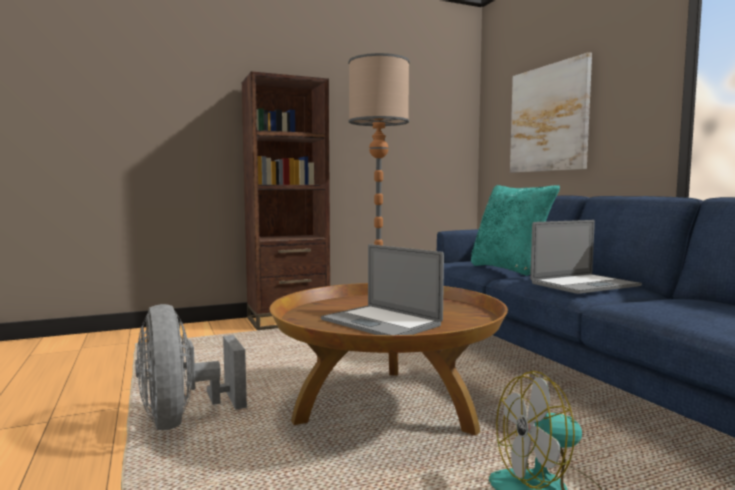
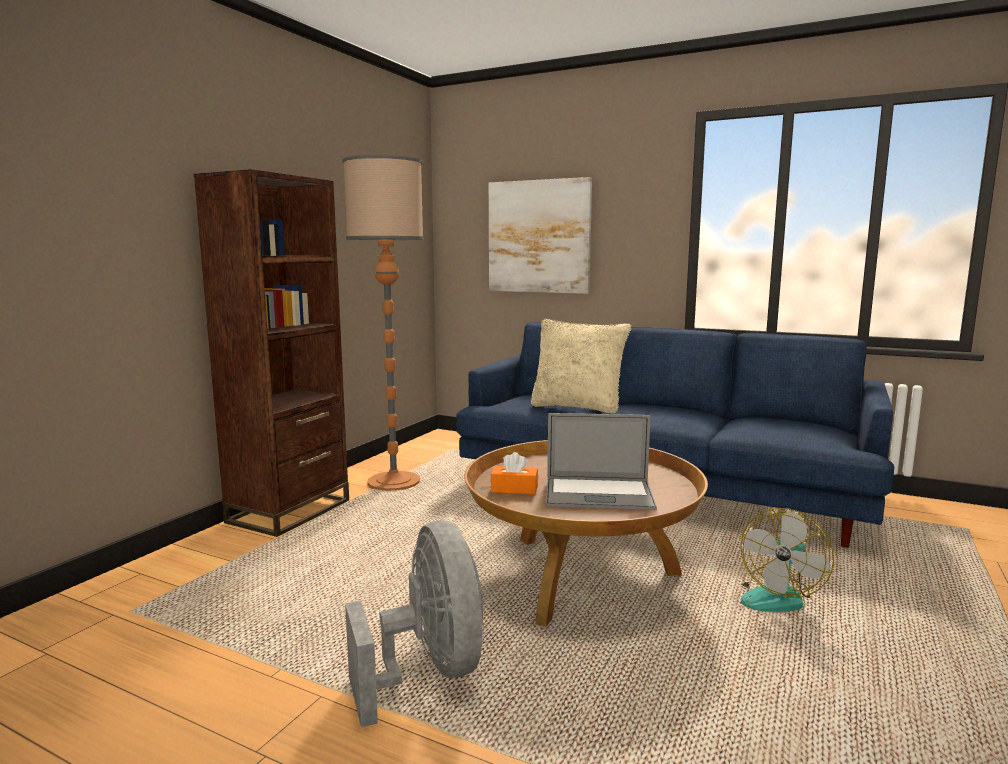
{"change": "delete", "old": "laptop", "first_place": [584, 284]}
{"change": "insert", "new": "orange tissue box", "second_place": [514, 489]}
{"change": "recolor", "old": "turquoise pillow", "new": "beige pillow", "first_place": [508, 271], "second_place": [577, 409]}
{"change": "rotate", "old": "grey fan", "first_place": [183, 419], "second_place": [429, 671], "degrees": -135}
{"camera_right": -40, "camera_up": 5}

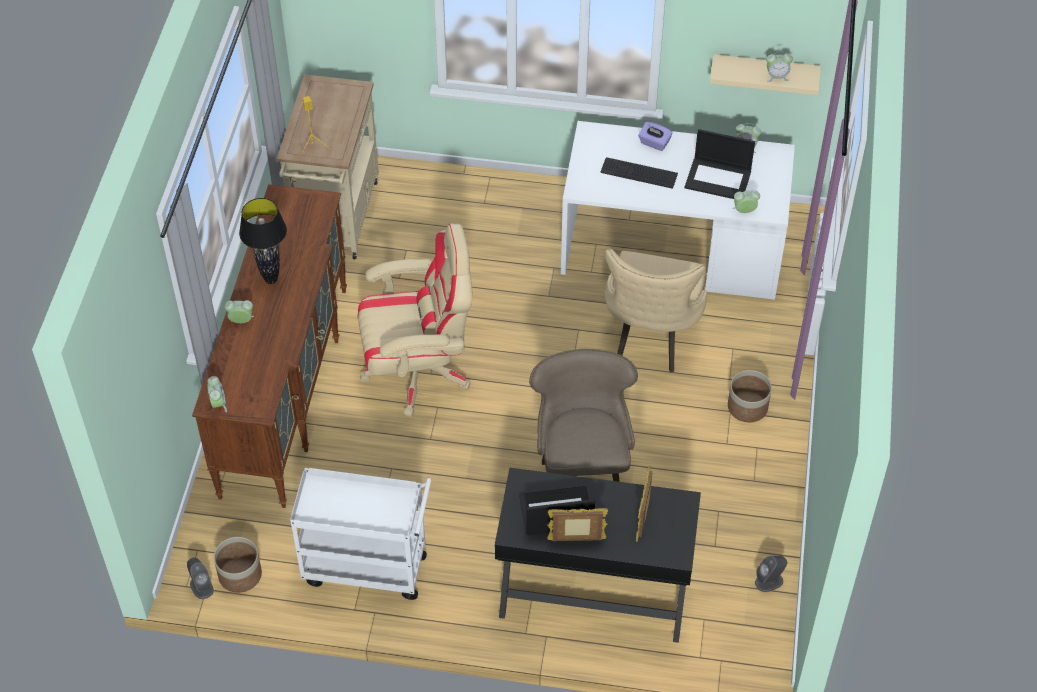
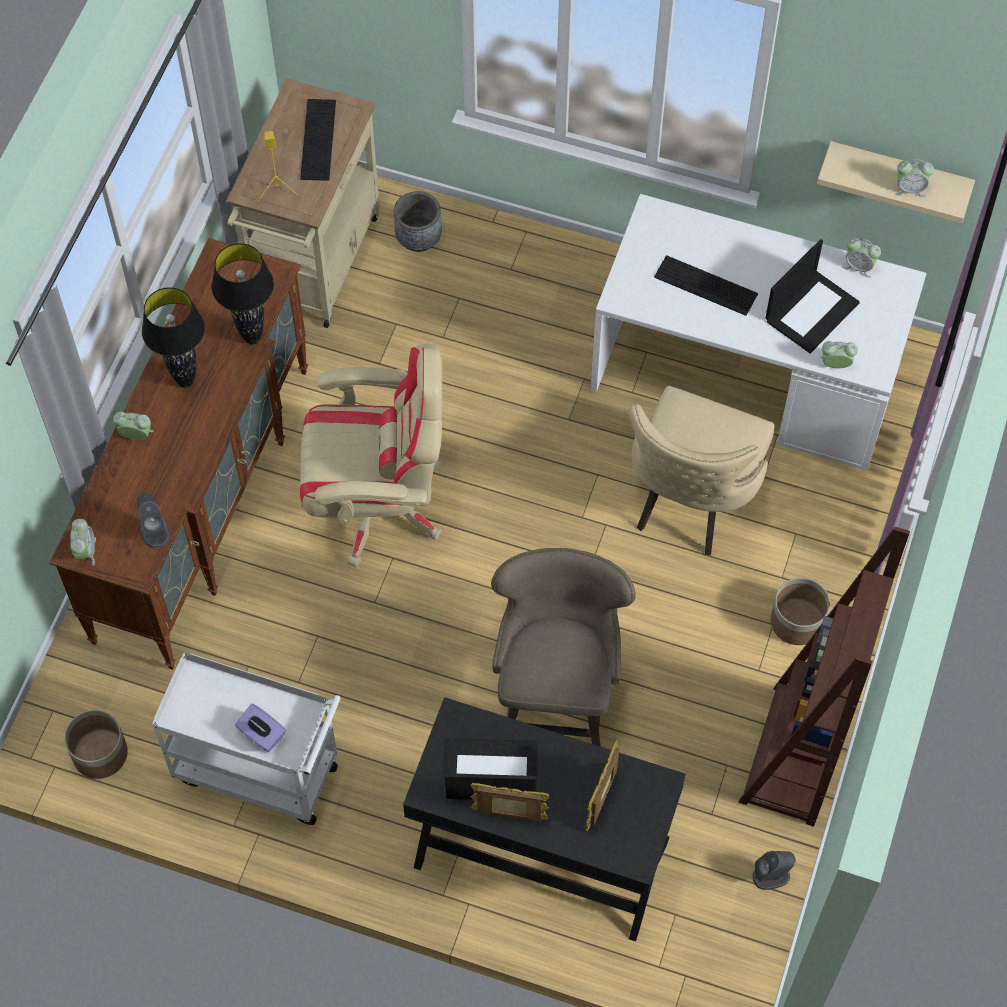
{"change": "insert", "new": "black table lamp", "second_place": [252, 337]}
{"change": "insert", "new": "keyboard", "second_place": [318, 139]}
{"change": "insert", "new": "grey planter", "second_place": [419, 238]}
{"change": "insert", "new": "brown bookcase", "second_place": [794, 755]}
{"change": "move", "old": "grey speaker", "first_place": [201, 586], "second_place": [154, 530]}
{"change": "move", "old": "purple tissue box", "first_place": [654, 143], "second_place": [261, 735]}
{"change": "rotate", "old": "laptop", "first_place": [719, 179], "second_place": [811, 310], "degrees": -75}
{"camera_right": 10, "camera_up": 10}

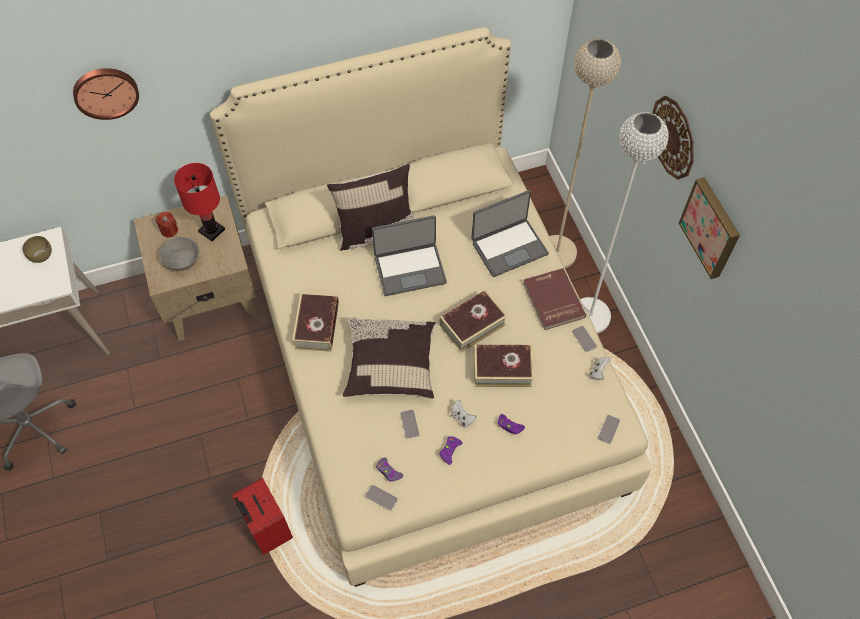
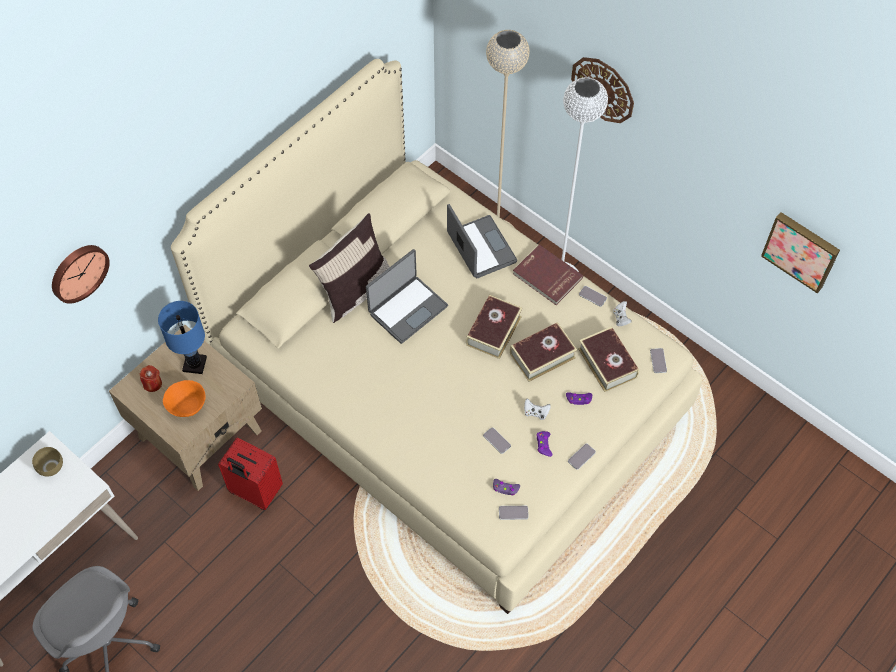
{"change": "delete", "old": "pillow", "first_place": [390, 364]}
{"change": "insert", "new": "phone", "second_place": [581, 457]}
{"change": "move", "old": "red suitcase", "first_place": [267, 530], "second_place": [255, 492]}
{"change": "move", "old": "book", "first_place": [317, 326], "second_place": [607, 363]}
{"change": "move", "old": "picture", "first_place": [711, 227], "second_place": [801, 250]}
{"change": "recolor", "old": "grey bowl", "new": "orange bowl", "first_place": [183, 261], "second_place": [187, 405]}
{"change": "recolor", "old": "red table lamp", "new": "blue table lamp", "first_place": [211, 230], "second_place": [194, 364]}
{"change": "rotate", "old": "laptop", "first_place": [509, 247], "second_place": [480, 248], "degrees": -60}
{"camera_right": -30, "camera_up": 0}

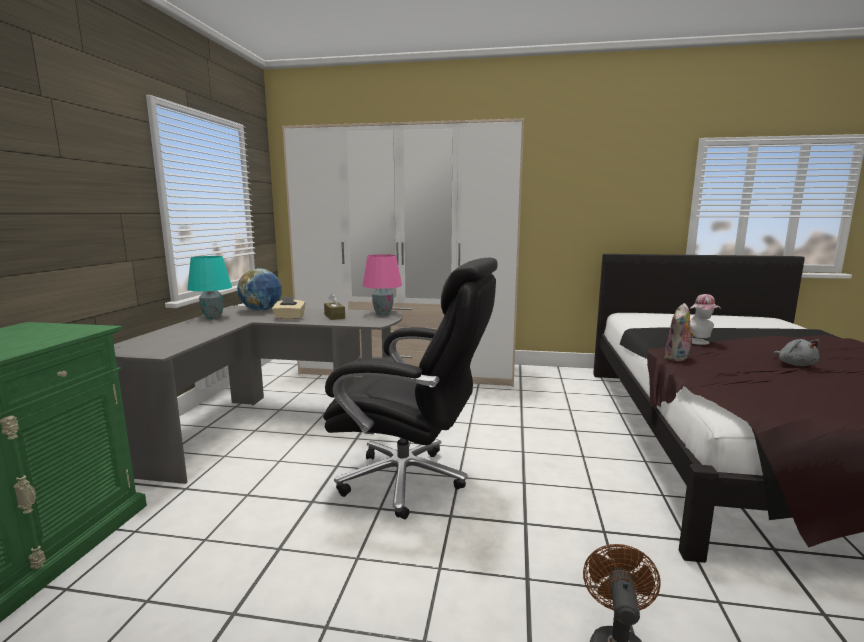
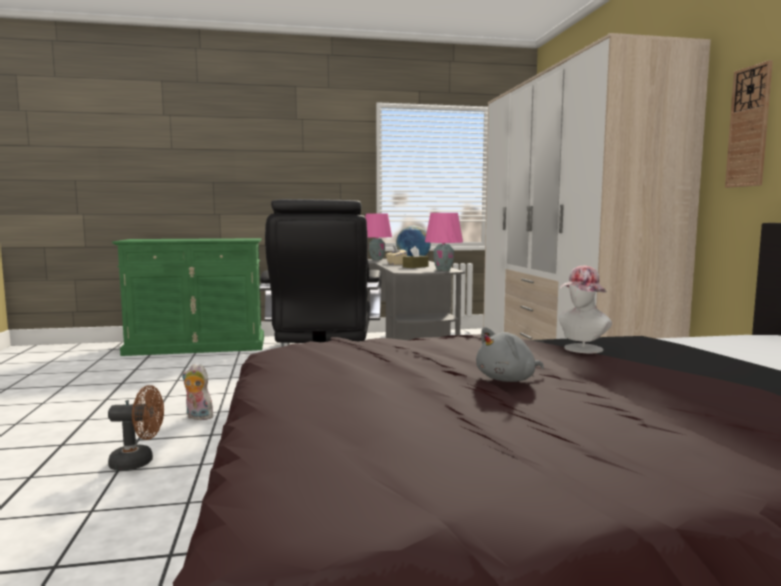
{"change": "insert", "new": "wall clock", "second_place": [749, 127]}
{"change": "move", "old": "plush toy", "first_place": [678, 358], "second_place": [197, 417]}
{"change": "recolor", "old": "turquoise table lamp", "new": "pink table lamp", "first_place": [212, 317], "second_place": [376, 259]}
{"camera_right": 70, "camera_up": -5}

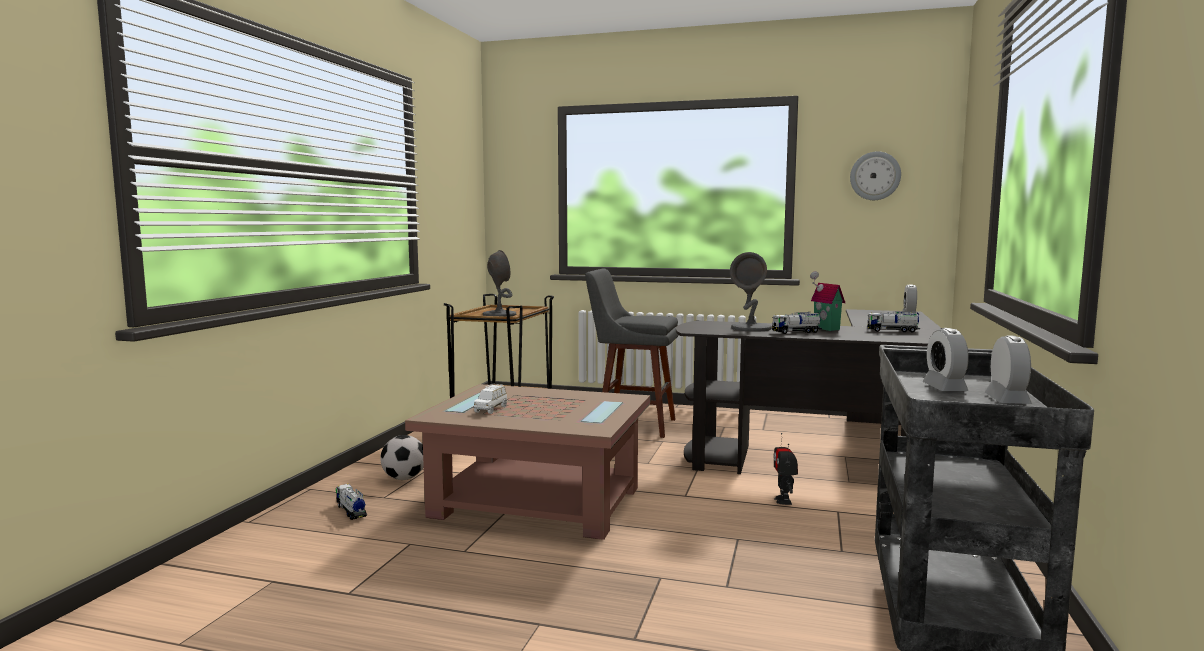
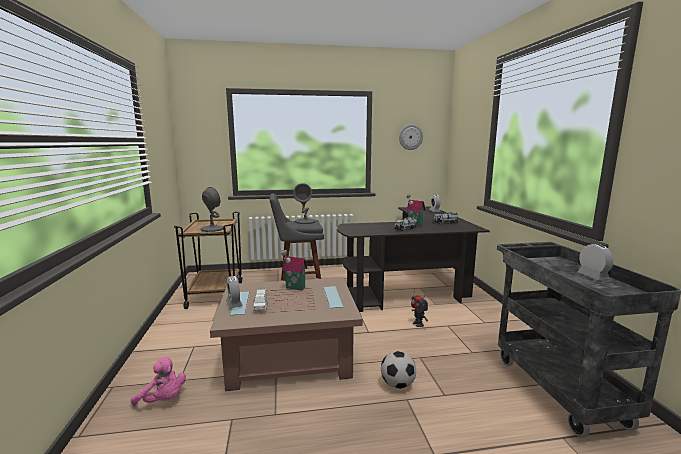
{"change": "insert", "new": "toy house", "second_place": [294, 288]}
{"change": "move", "old": "football", "first_place": [404, 478], "second_place": [397, 384]}
{"change": "move", "old": "grey table lamp", "first_place": [751, 328], "second_place": [305, 221]}
{"change": "move", "old": "alarm clock", "first_place": [944, 388], "second_place": [234, 304]}
{"change": "replace", "old": "toy truck", "new": "pink plush toy", "first_place": [351, 511], "second_place": [163, 400]}
{"camera_right": -25, "camera_up": 5}

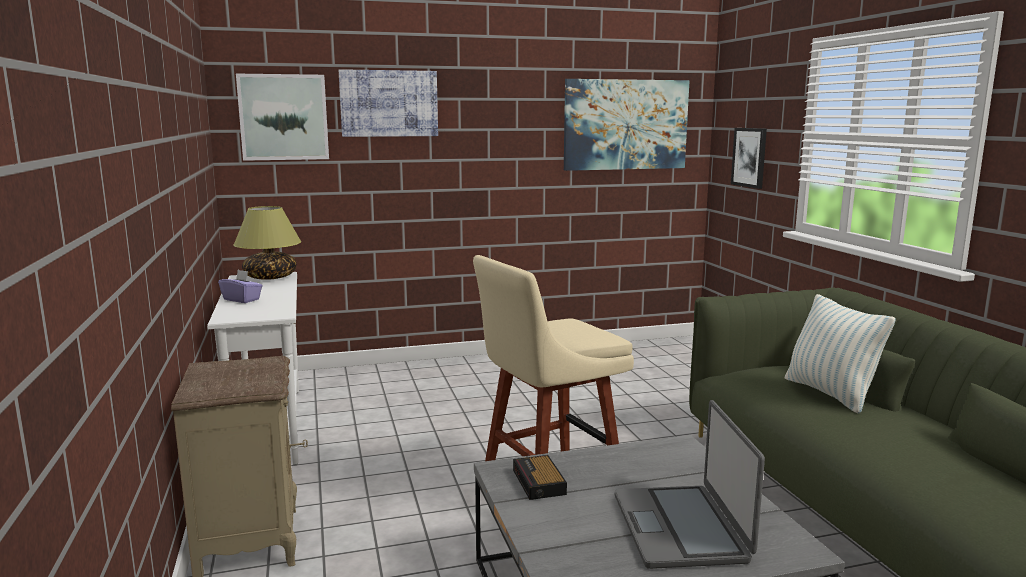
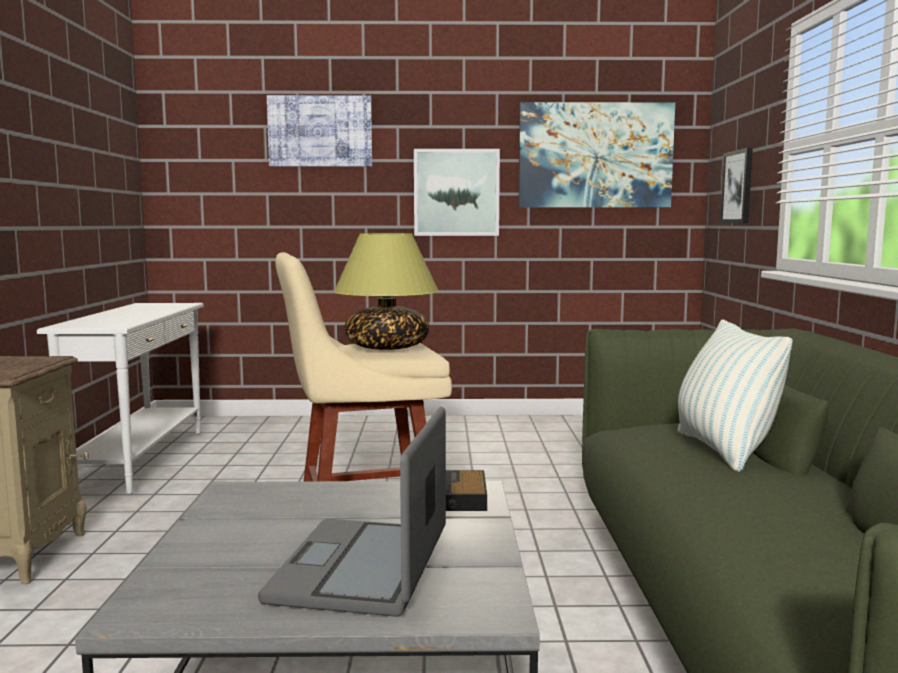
{"change": "delete", "old": "purple tissue box", "first_place": [242, 299]}
{"change": "move", "old": "table lamp", "first_place": [270, 277], "second_place": [386, 347]}
{"change": "move", "old": "picture", "first_place": [283, 117], "second_place": [456, 192]}
{"change": "move", "old": "alarm clock", "first_place": [539, 483], "second_place": [462, 498]}
{"camera_right": 15, "camera_up": -5}

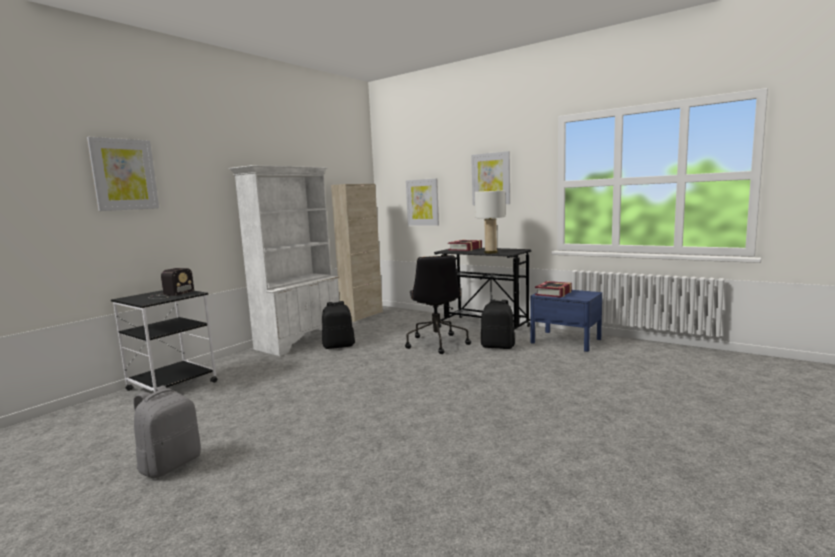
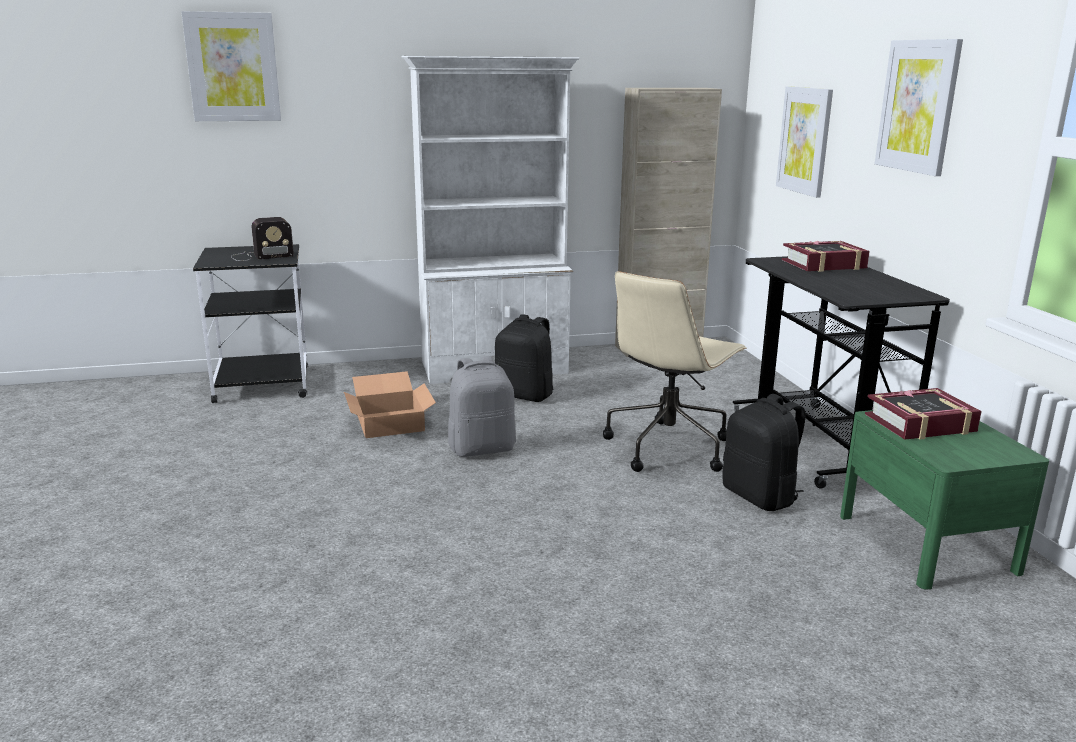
{"change": "delete", "old": "white table lamp", "first_place": [490, 252]}
{"change": "insert", "new": "cardboard box", "second_place": [389, 422]}
{"change": "move", "old": "grey backpack", "first_place": [170, 464], "second_place": [482, 448]}
{"change": "recolor", "old": "black office chair", "new": "beige office chair", "first_place": [436, 343], "second_place": [668, 447]}
{"change": "recolor", "old": "blue nightstand", "new": "green nightstand", "first_place": [565, 341], "second_place": [926, 543]}
{"camera_right": 40, "camera_up": 10}

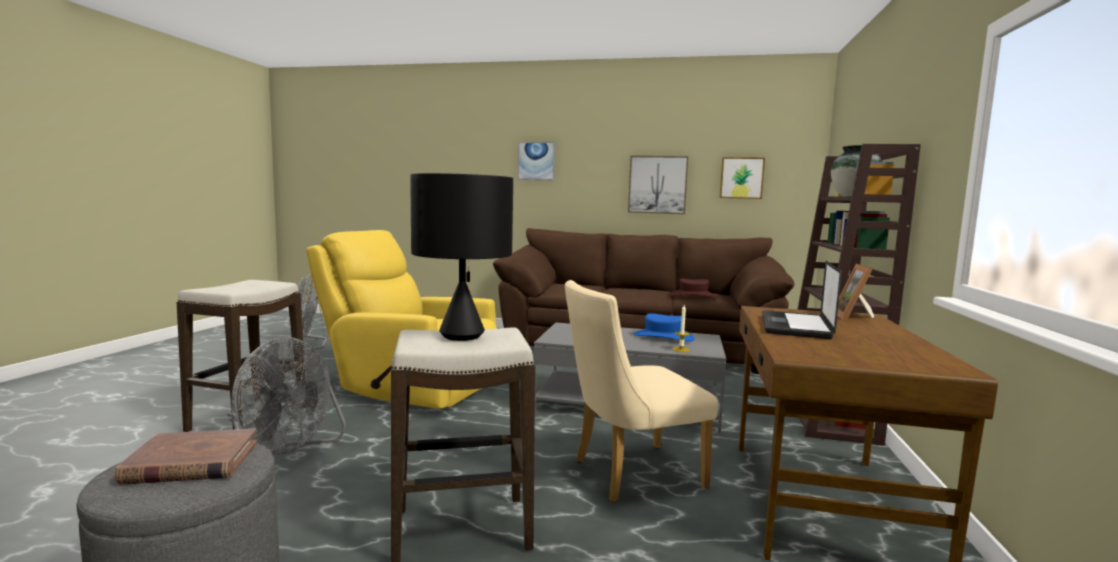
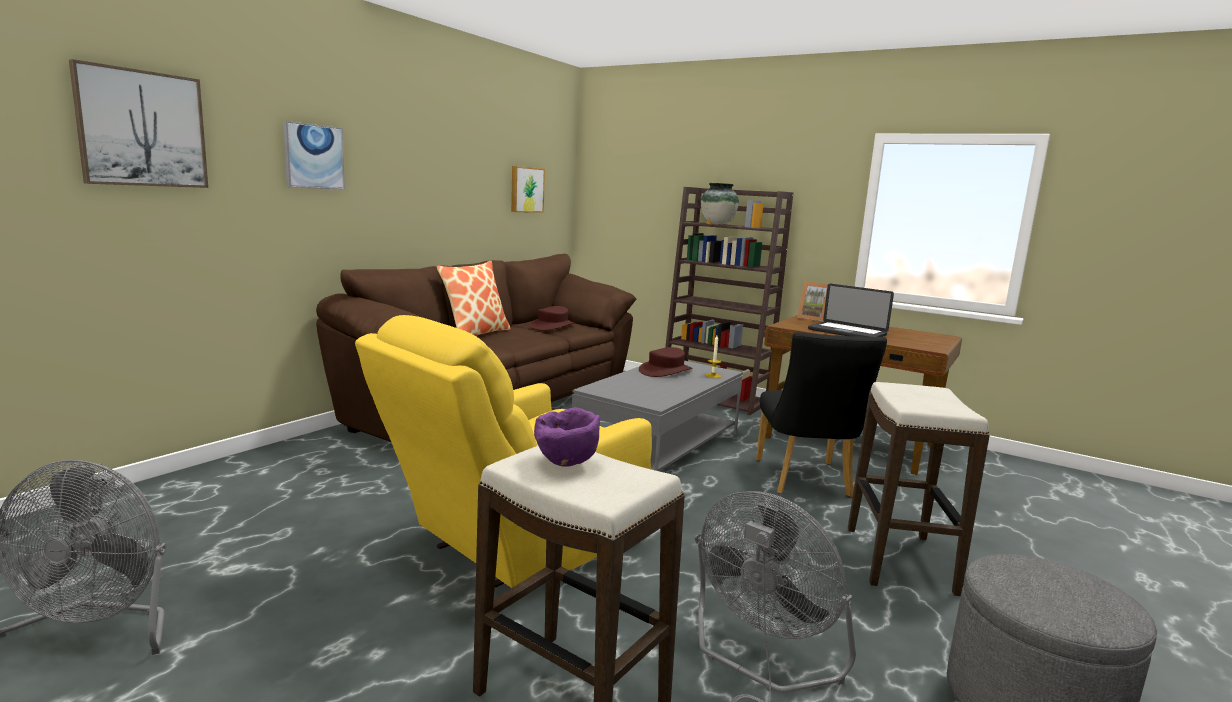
{"change": "delete", "old": "brown book", "first_place": [191, 462]}
{"change": "delete", "old": "black table lamp", "first_place": [461, 336]}
{"change": "insert", "new": "pillow", "second_place": [475, 334]}
{"change": "insert", "new": "purple bowl", "second_place": [566, 464]}
{"change": "move", "old": "picture", "first_place": [657, 185], "second_place": [142, 129]}
{"change": "recolor", "old": "beige chair", "new": "black chair", "first_place": [629, 474], "second_place": [805, 481]}
{"change": "recolor", "old": "blue hat", "new": "brown hat", "first_place": [663, 337], "second_place": [665, 371]}
{"camera_right": -70, "camera_up": 5}

